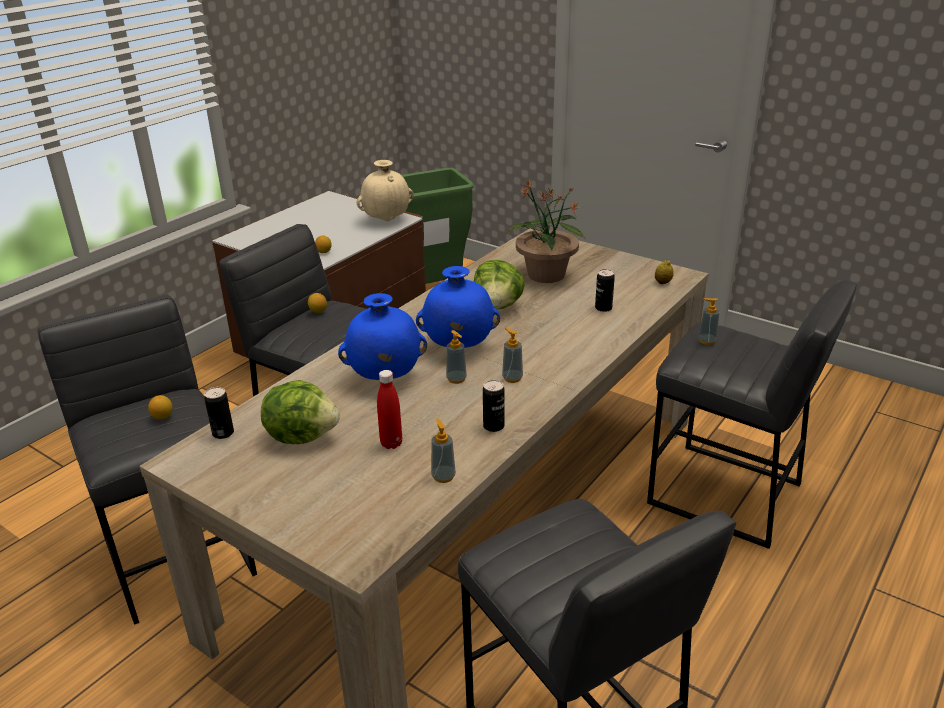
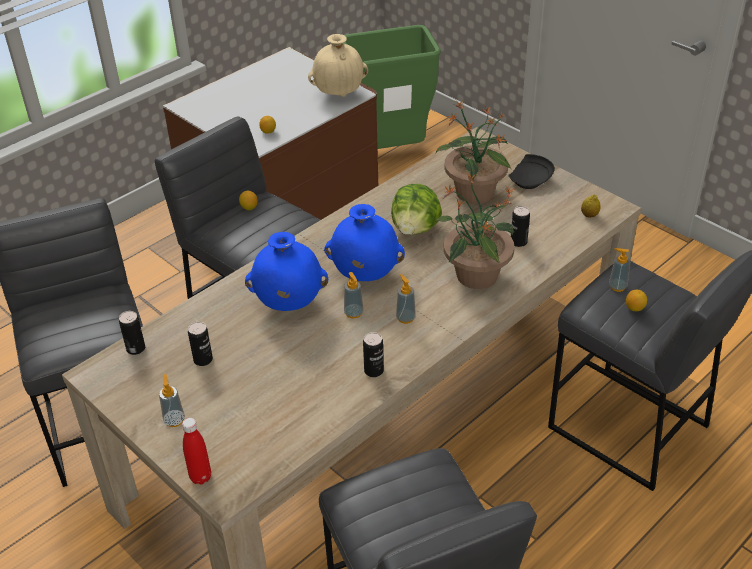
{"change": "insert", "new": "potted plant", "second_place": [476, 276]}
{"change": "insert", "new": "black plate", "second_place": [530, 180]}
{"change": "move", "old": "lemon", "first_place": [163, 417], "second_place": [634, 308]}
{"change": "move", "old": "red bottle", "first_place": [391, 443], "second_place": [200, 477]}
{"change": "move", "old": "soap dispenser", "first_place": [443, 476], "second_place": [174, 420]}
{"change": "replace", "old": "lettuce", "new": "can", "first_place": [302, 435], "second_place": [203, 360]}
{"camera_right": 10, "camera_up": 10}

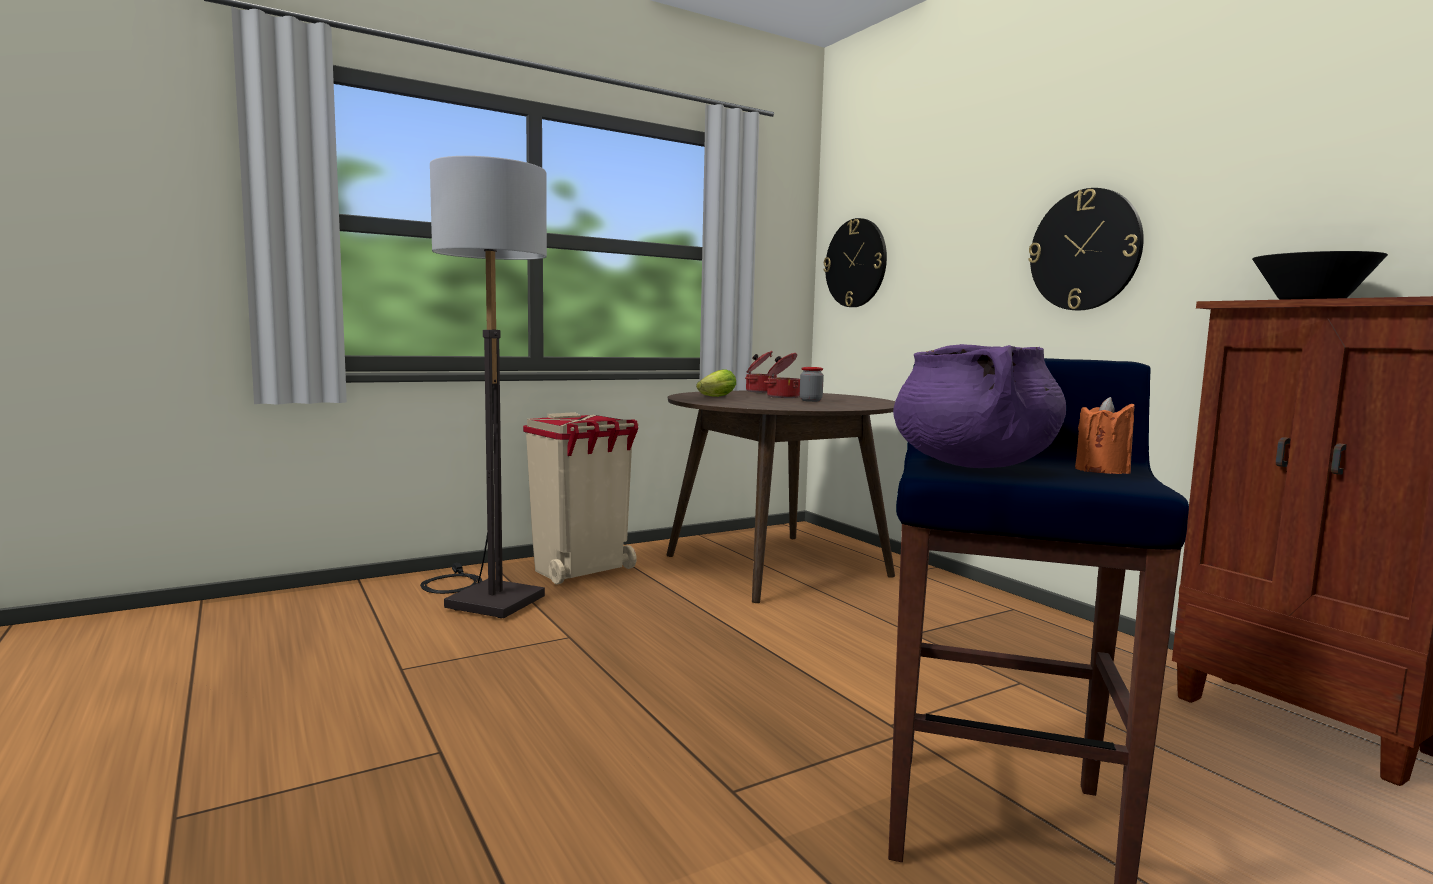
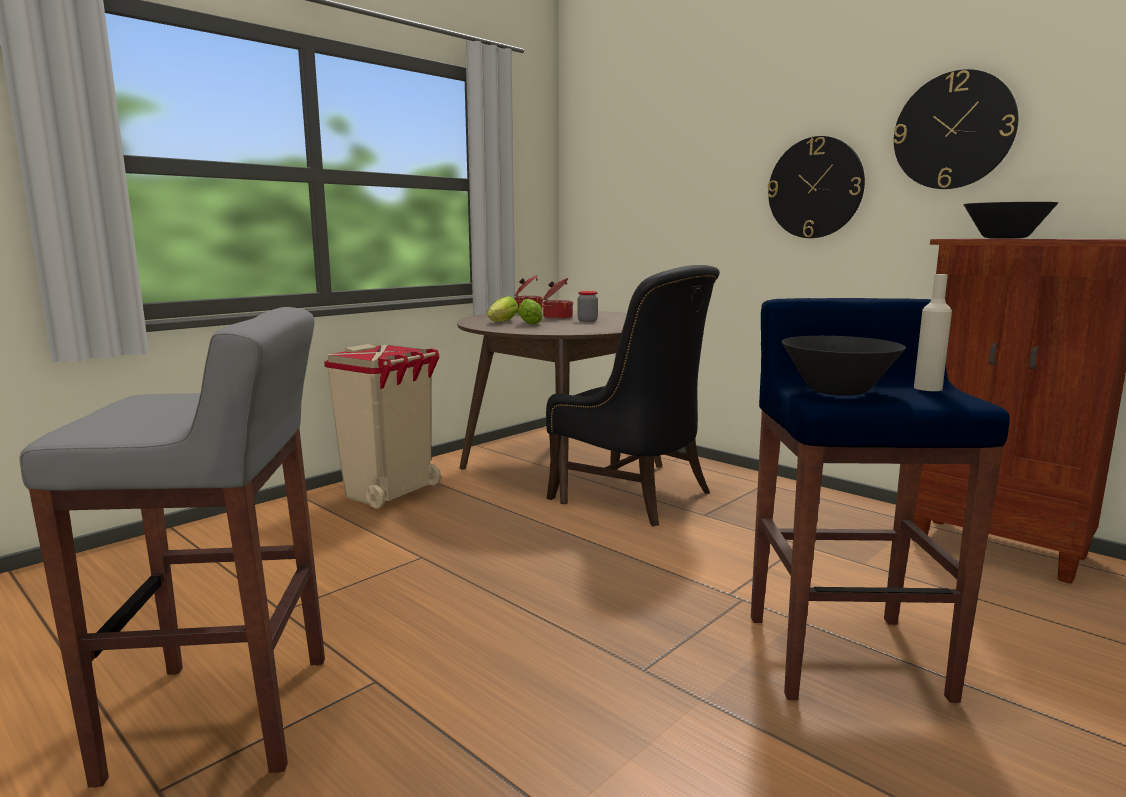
{"change": "delete", "old": "floor lamp", "first_place": [482, 598]}
{"change": "insert", "new": "grey stool", "second_place": [226, 716]}
{"change": "insert", "new": "lettuce", "second_place": [530, 323]}
{"change": "insert", "new": "black chair", "second_place": [633, 495]}
{"change": "move", "old": "wall clock", "first_place": [856, 263], "second_place": [953, 131]}
{"change": "replace", "old": "purple cooking pot", "new": "black bowl", "first_place": [973, 465], "second_place": [838, 391]}
{"change": "replace", "old": "orange candle", "new": "beige bottle", "first_place": [1102, 471], "second_place": [928, 388]}
{"camera_right": -15, "camera_up": 5}

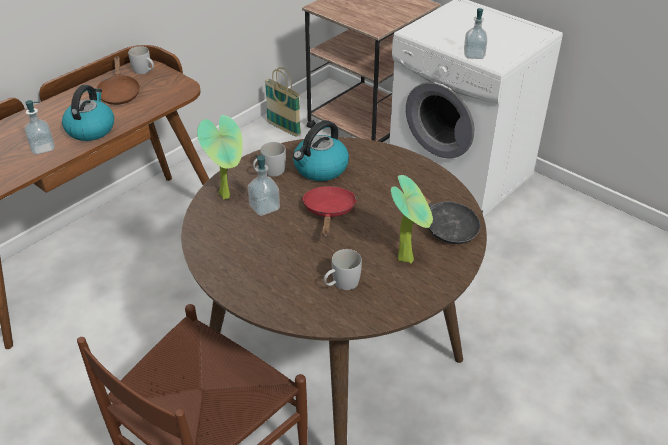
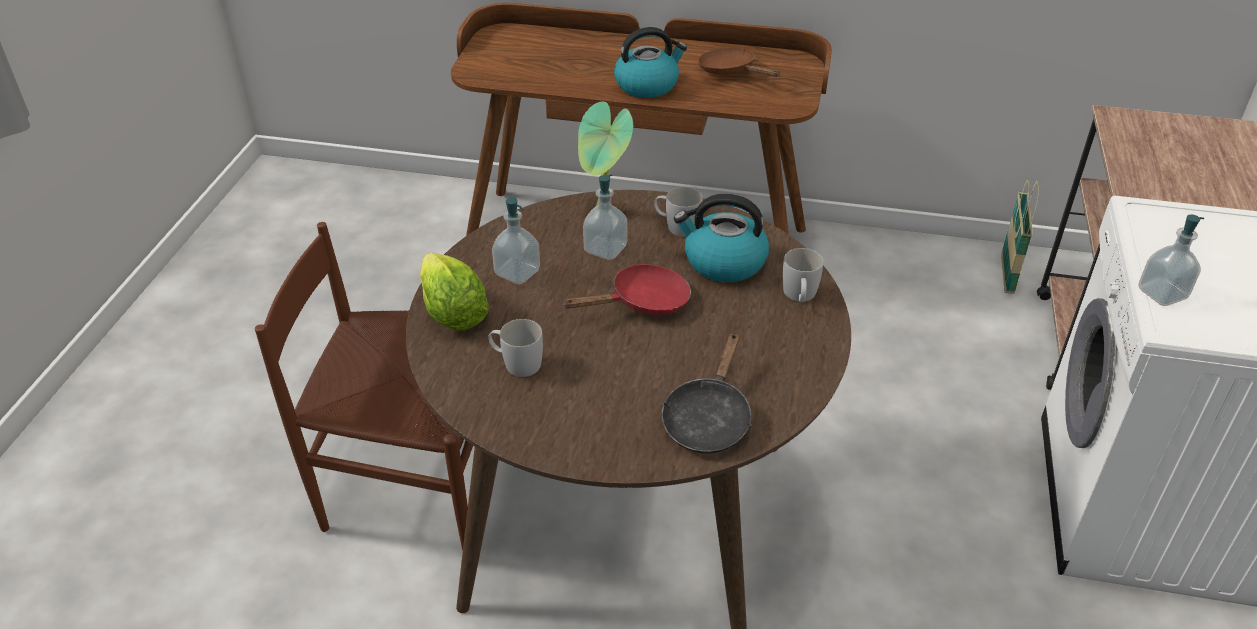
{"change": "delete", "old": "potted plant", "first_place": [408, 257]}
{"change": "insert", "new": "lettuce", "second_place": [453, 313]}
{"change": "move", "old": "soap dispenser", "first_place": [42, 148], "second_place": [517, 273]}
{"change": "move", "old": "white mug", "first_place": [144, 71], "second_place": [799, 297]}
{"change": "rotate", "old": "brown frying pan", "first_place": [119, 93], "second_place": [731, 71], "degrees": 90}
{"camera_right": 60, "camera_up": 0}

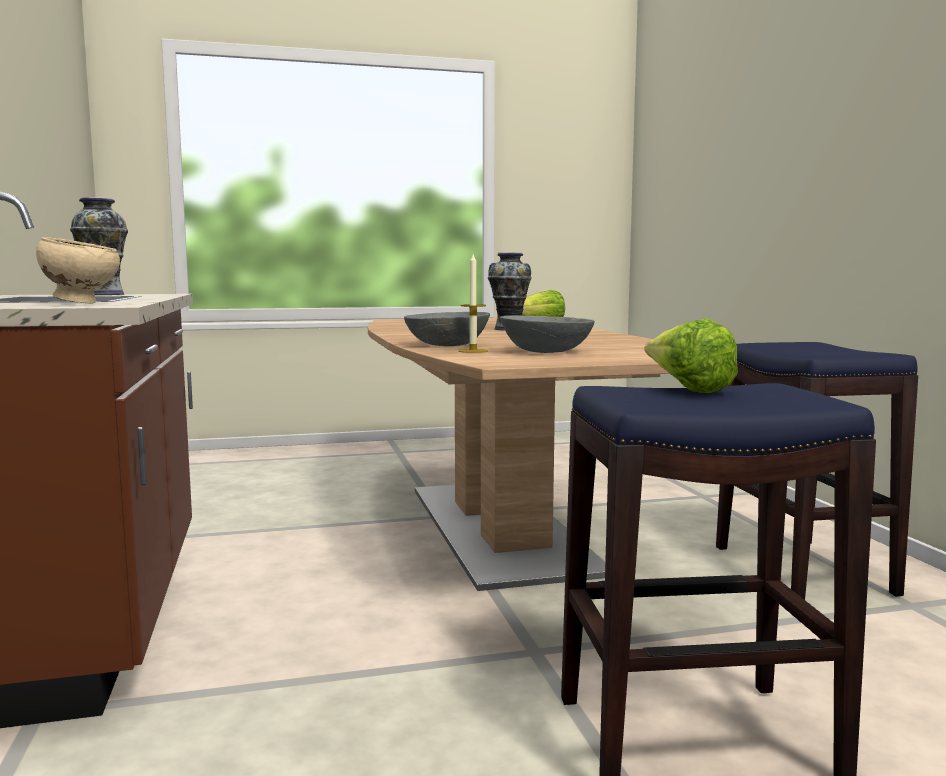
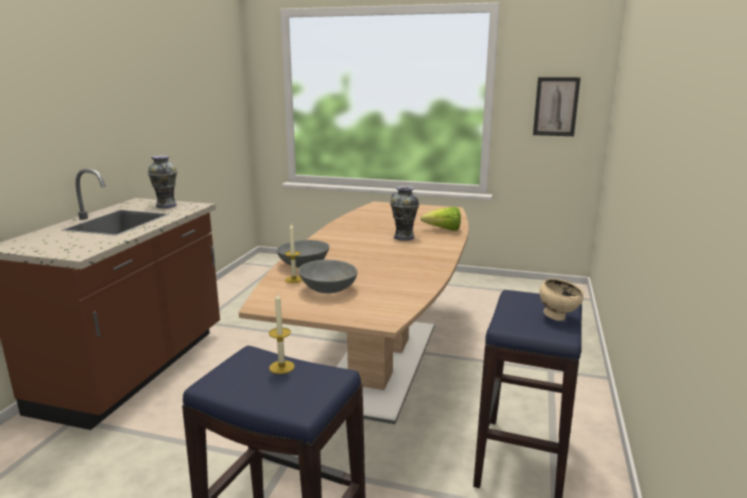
{"change": "insert", "new": "picture", "second_place": [556, 106]}
{"change": "move", "old": "beige bowl", "first_place": [81, 303], "second_place": [557, 317]}
{"change": "replace", "old": "lettuce", "new": "candle", "first_place": [686, 389], "second_place": [281, 367]}
{"camera_right": 30, "camera_up": 10}

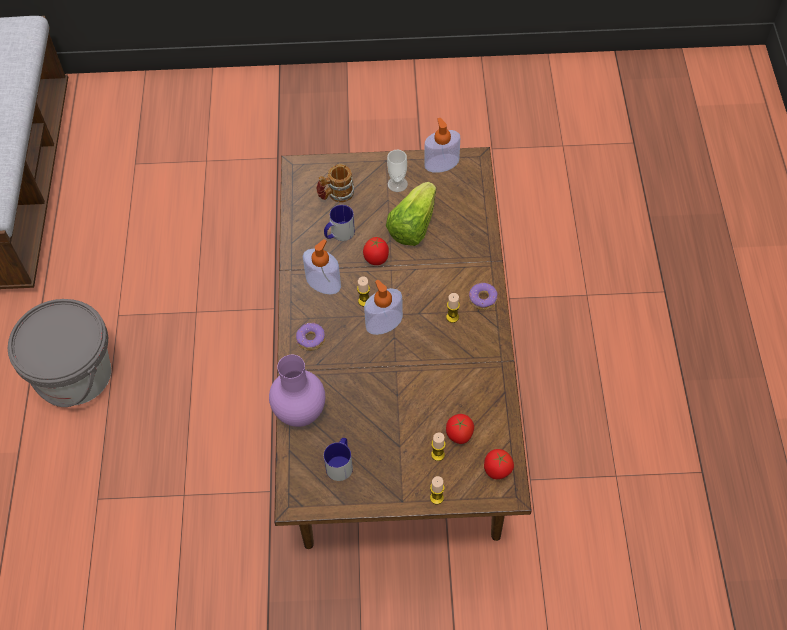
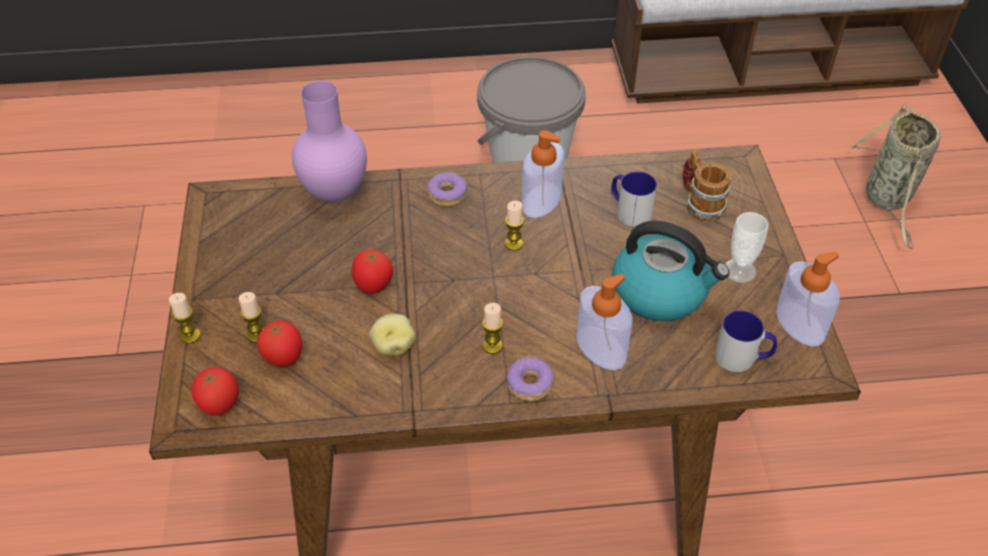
{"change": "insert", "new": "potato", "second_place": [393, 345]}
{"change": "insert", "new": "basket", "second_place": [888, 199]}
{"change": "move", "old": "mug", "first_place": [340, 463], "second_place": [742, 357]}
{"change": "move", "old": "tomato", "first_place": [376, 260], "second_place": [373, 287]}
{"change": "move", "old": "soap dispenser", "first_place": [384, 322], "second_place": [601, 348]}
{"change": "replace", "old": "lettuce", "new": "kettle", "first_place": [413, 225], "second_place": [661, 292]}
{"camera_right": 85, "camera_up": -10}

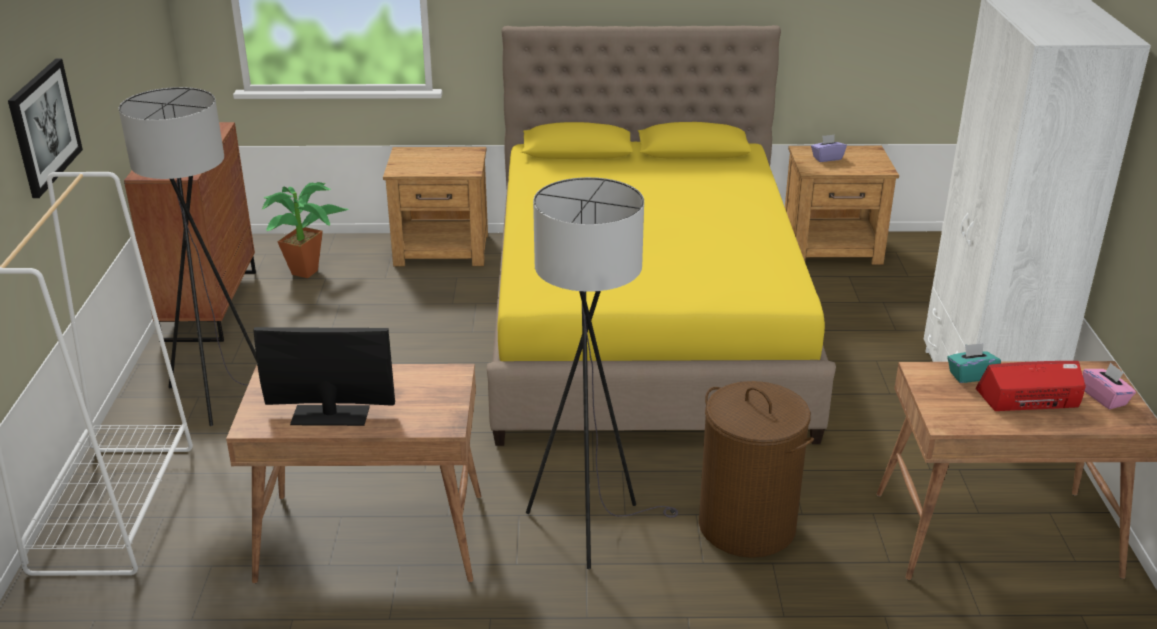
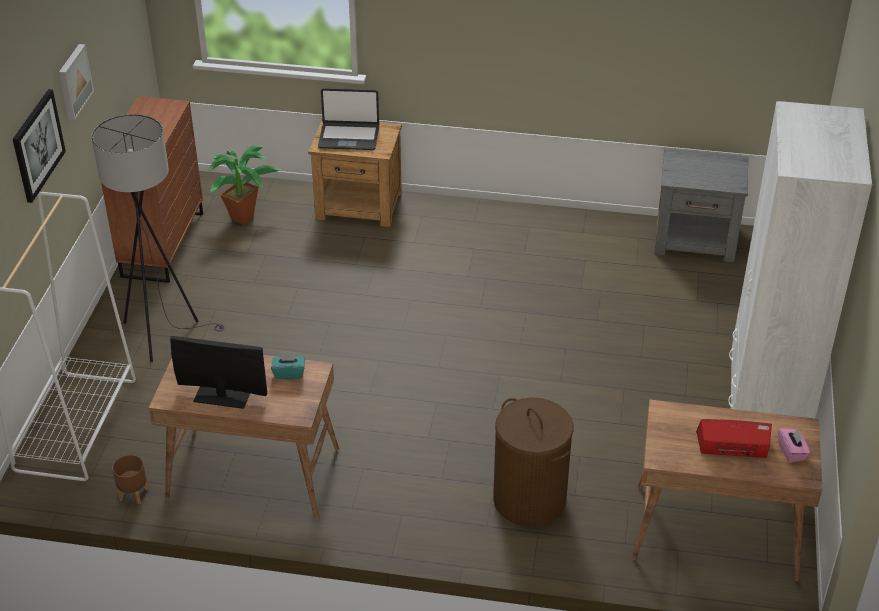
{"change": "delete", "old": "yellow bed", "first_place": [645, 324]}
{"change": "delete", "old": "grey floor lamp", "first_place": [590, 524]}
{"change": "delete", "old": "purple tissue box", "first_place": [827, 158]}
{"change": "insert", "new": "picture", "second_place": [73, 81]}
{"change": "insert", "new": "brown planter", "second_place": [133, 494]}
{"change": "insert", "new": "laptop", "second_place": [349, 137]}
{"change": "move", "old": "turquoise tissue box", "first_place": [970, 375], "second_place": [289, 373]}
{"change": "recolor", "old": "brown nightstand", "new": "grey nightstand", "first_place": [833, 249], "second_place": [696, 240]}
{"camera_right": 10, "camera_up": 10}

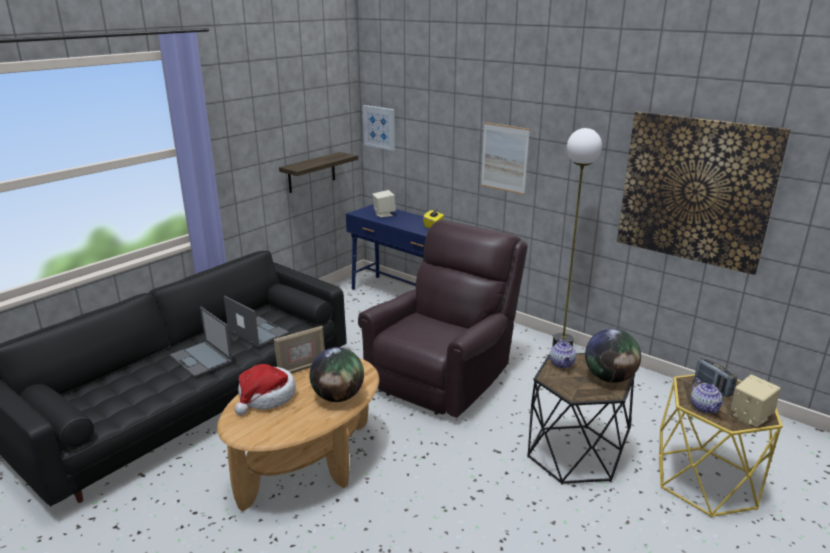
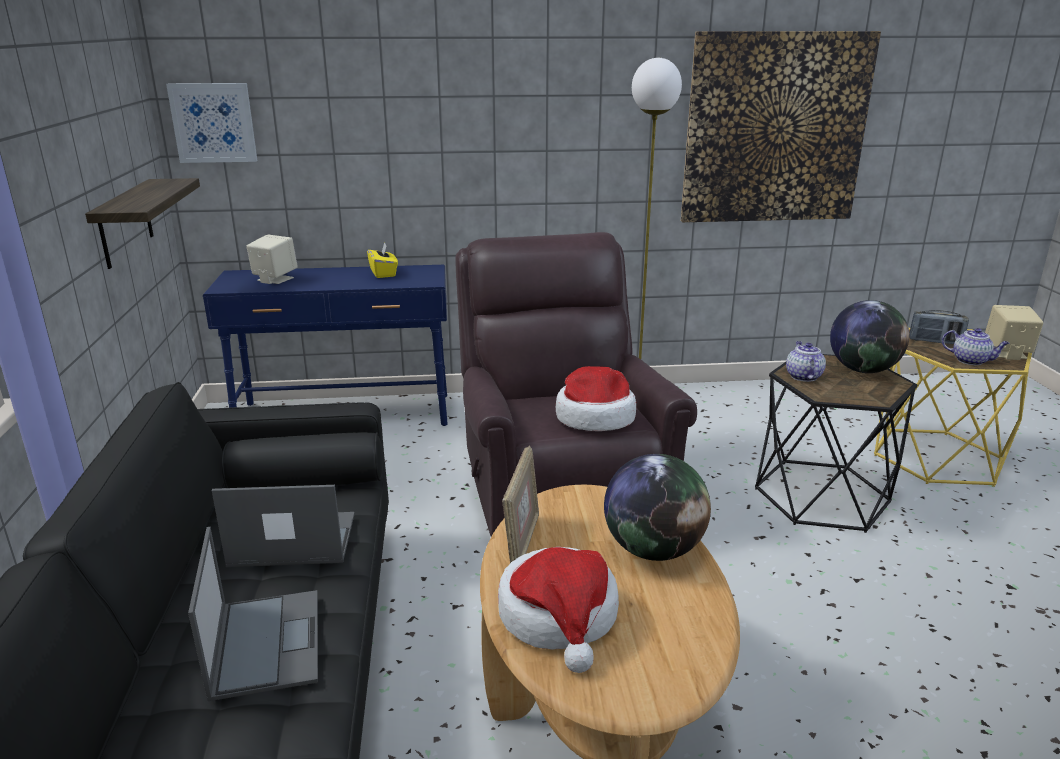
{"change": "delete", "old": "picture", "first_place": [504, 158]}
{"change": "insert", "new": "hat", "second_place": [594, 416]}
{"change": "rotate", "old": "laptop", "first_place": [201, 359], "second_place": [266, 642], "degrees": -105}
{"change": "rotate", "old": "teapot", "first_place": [562, 364], "second_place": [802, 376], "degrees": -135}
{"camera_right": -45, "camera_up": 0}

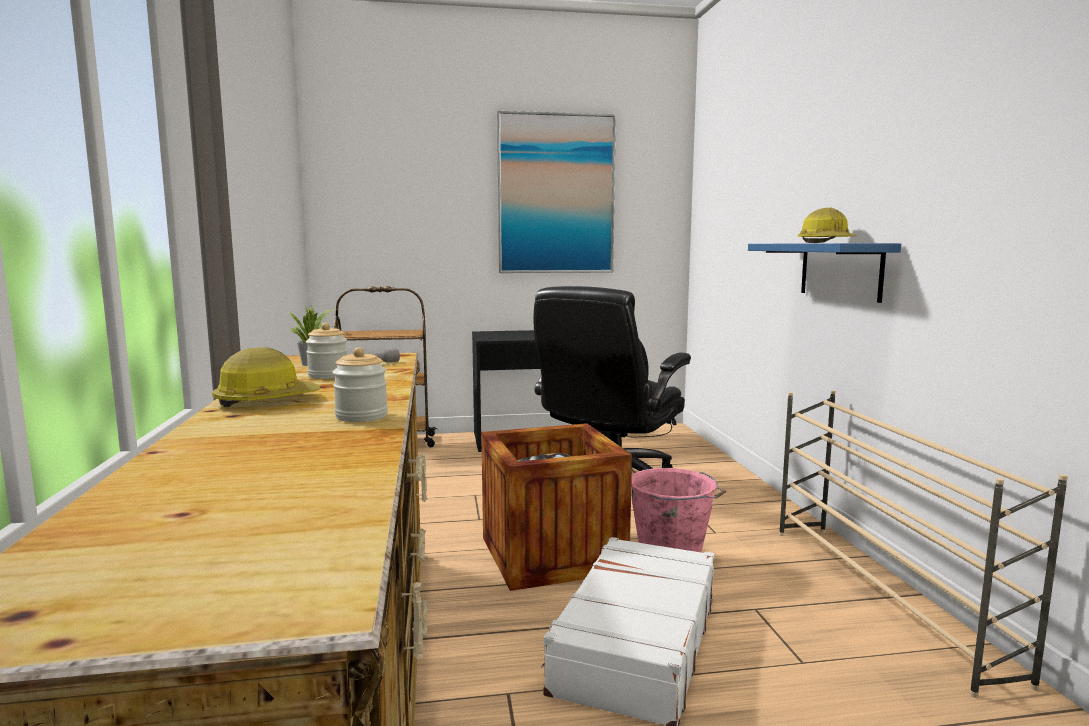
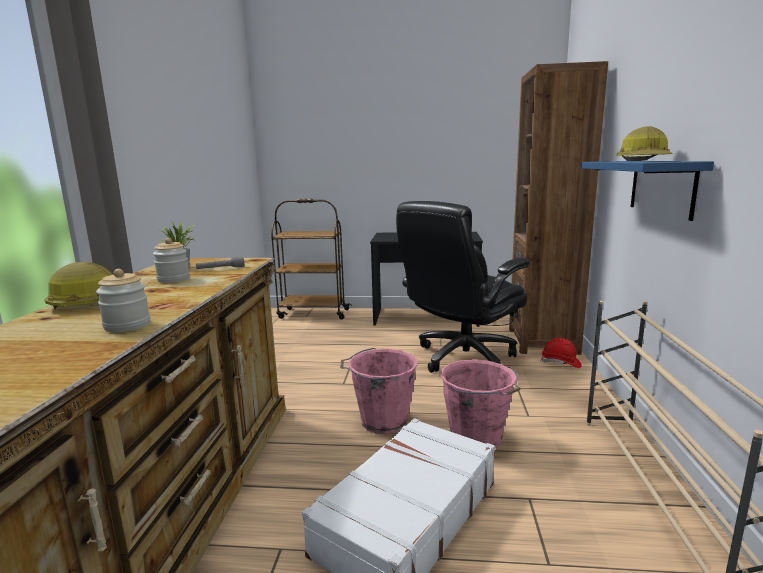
{"change": "delete", "old": "picture", "first_place": [556, 194]}
{"change": "insert", "new": "brown bookcase", "second_place": [543, 341]}
{"change": "insert", "new": "red hard hat", "second_place": [561, 363]}
{"change": "replace", "old": "crate", "new": "pink bucket", "first_place": [552, 554], "second_place": [382, 421]}
{"camera_right": 15, "camera_up": 5}

